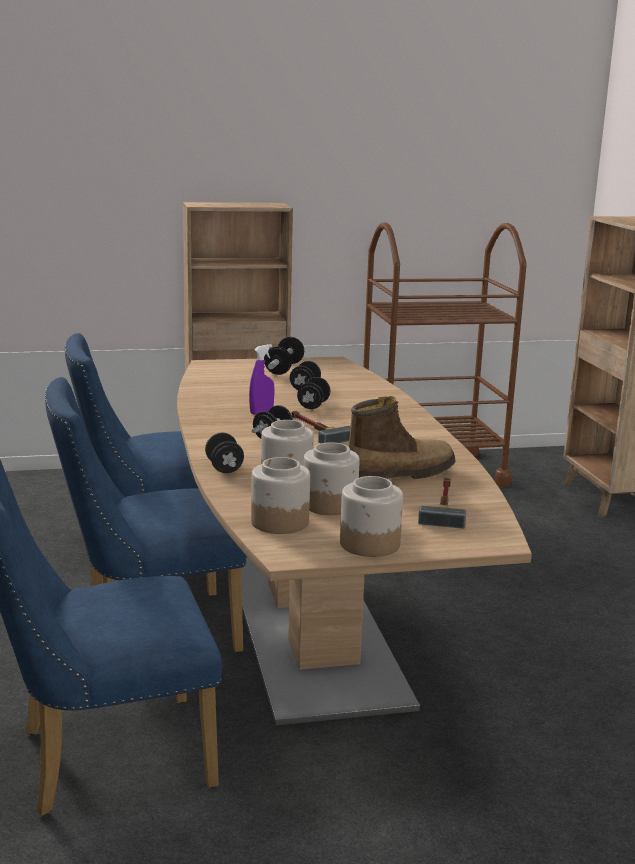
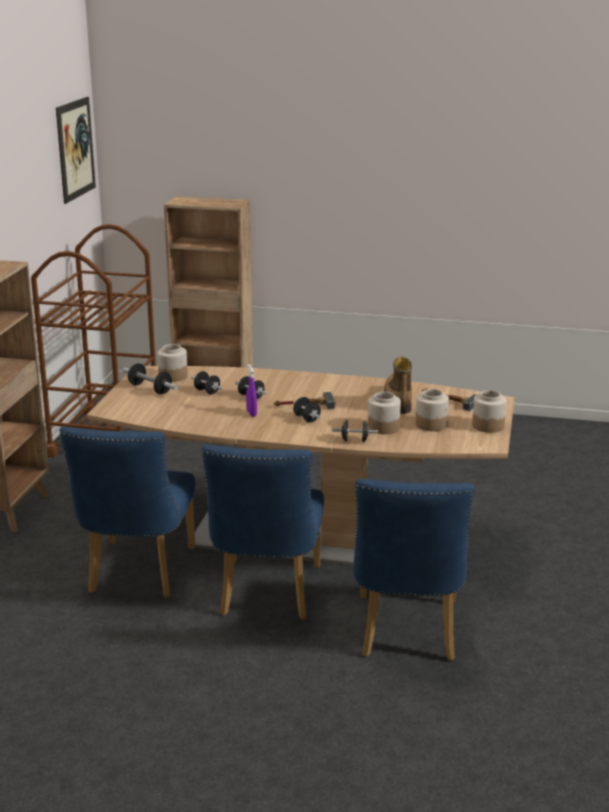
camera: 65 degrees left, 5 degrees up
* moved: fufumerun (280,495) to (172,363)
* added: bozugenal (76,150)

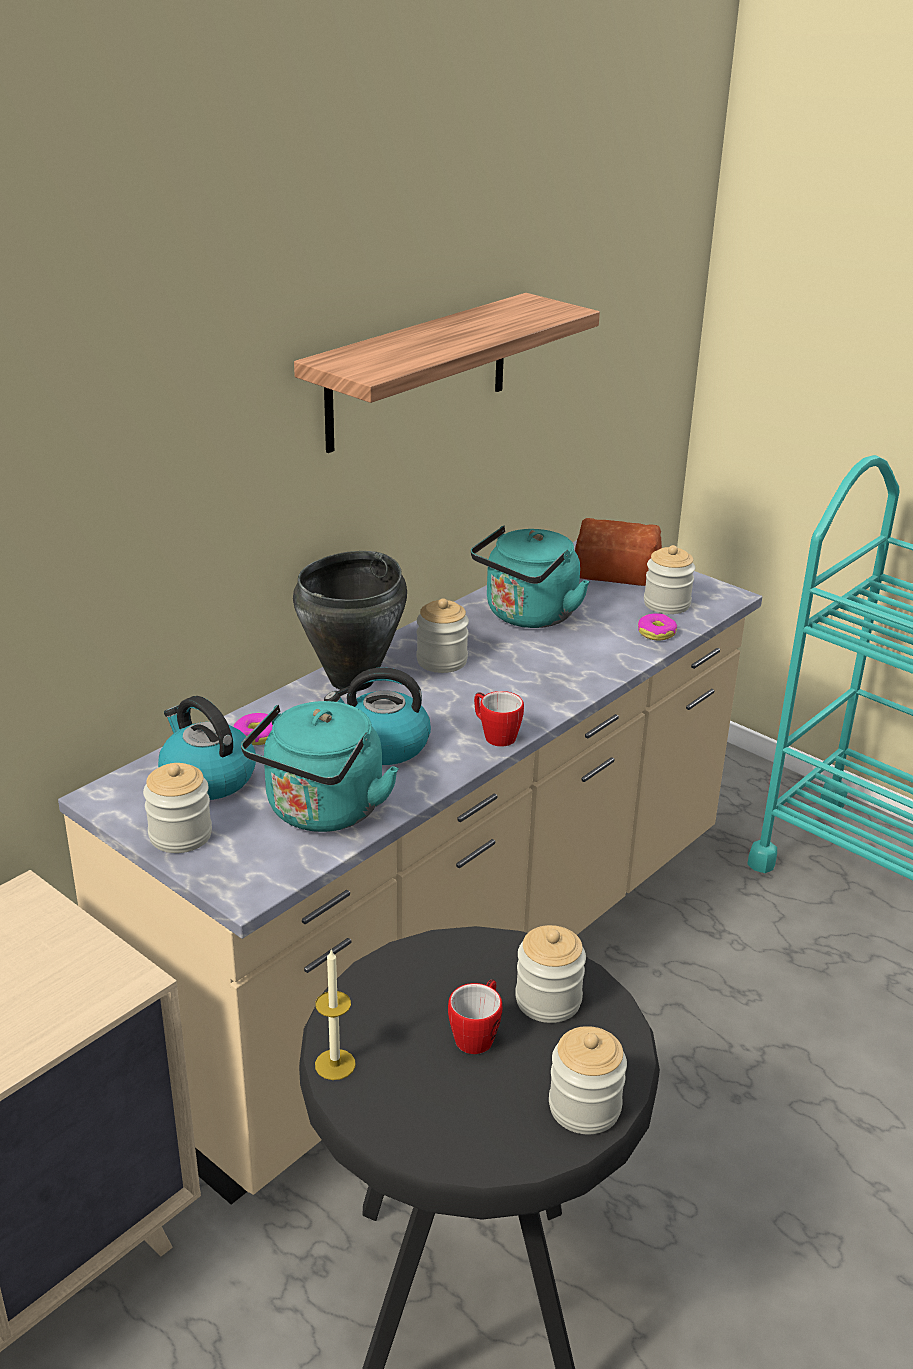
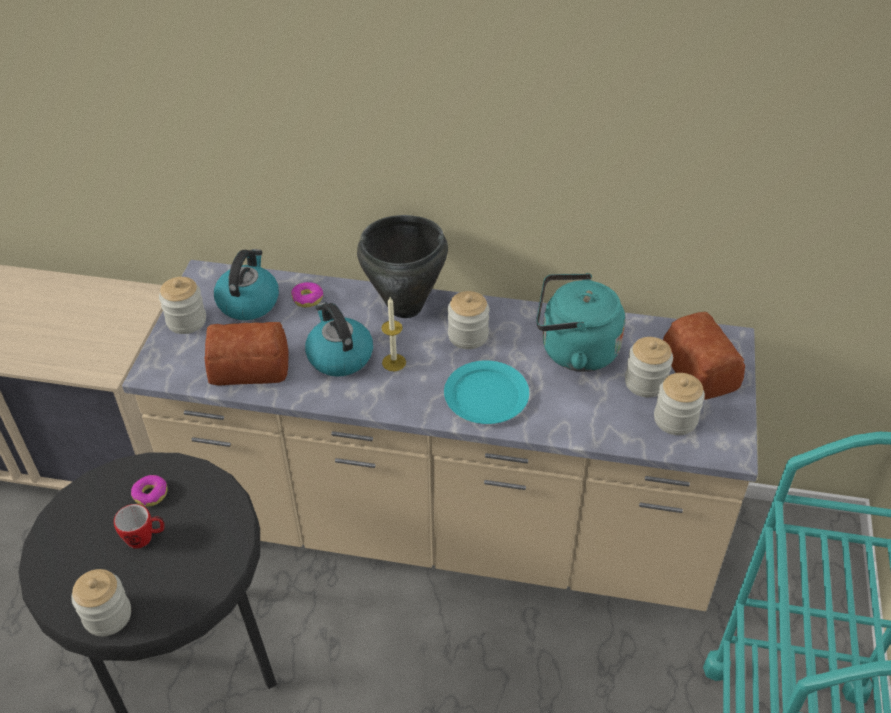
camera: 60 degrees right, 15 degrees up
* replaced: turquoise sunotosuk (320,766) to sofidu (246,354)
* removed: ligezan (447,373)
* moved: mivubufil (335,1014) to (393,334)
* removed: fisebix (499,719)
* moved: fufumerun (550,974) to (649,367)
* moved: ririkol (657,627) to (149,490)
* added: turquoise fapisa (486,392)

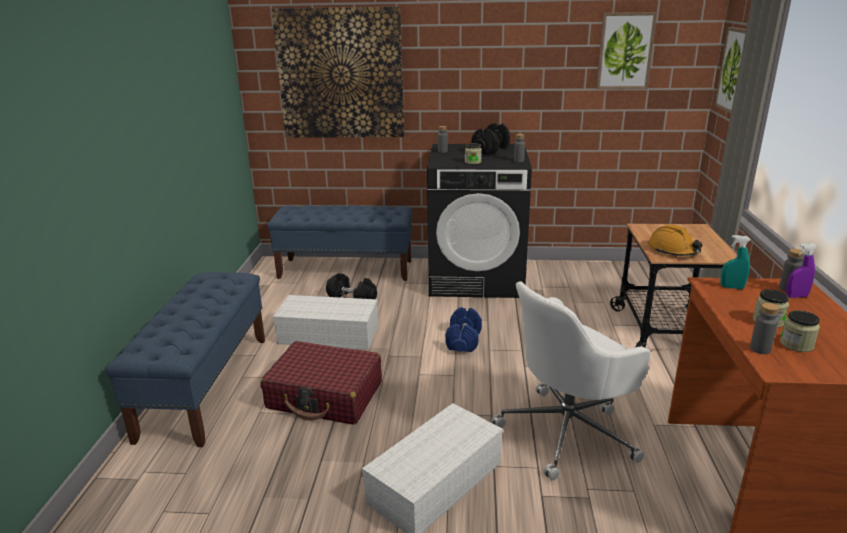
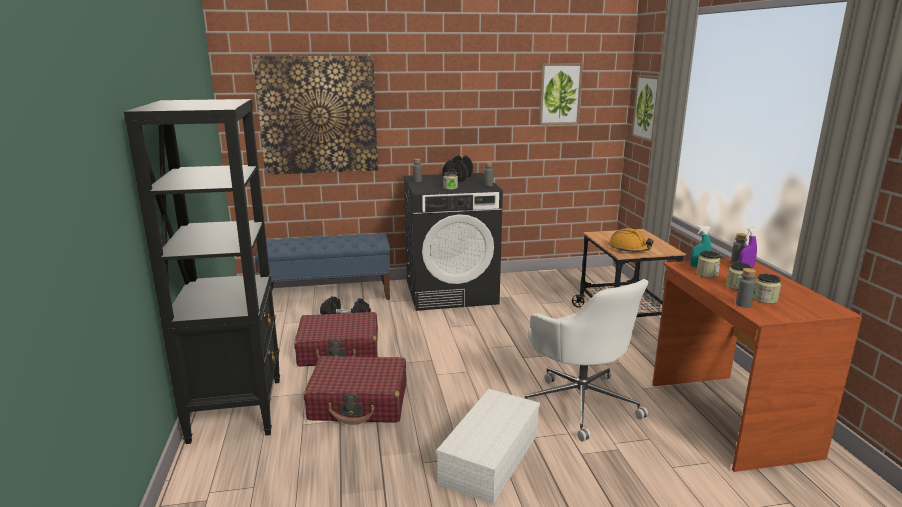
camera: 15 degrees left, 5 degrees down
* replaced: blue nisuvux (185,359) to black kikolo (202,271)
* replaced: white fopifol (325,322) to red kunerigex (336,339)
* removed: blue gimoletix (463,329)
* turned: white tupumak (571,380) = (587,360) 75 degrees counterclockwise
* added: fufumerun (708,264)

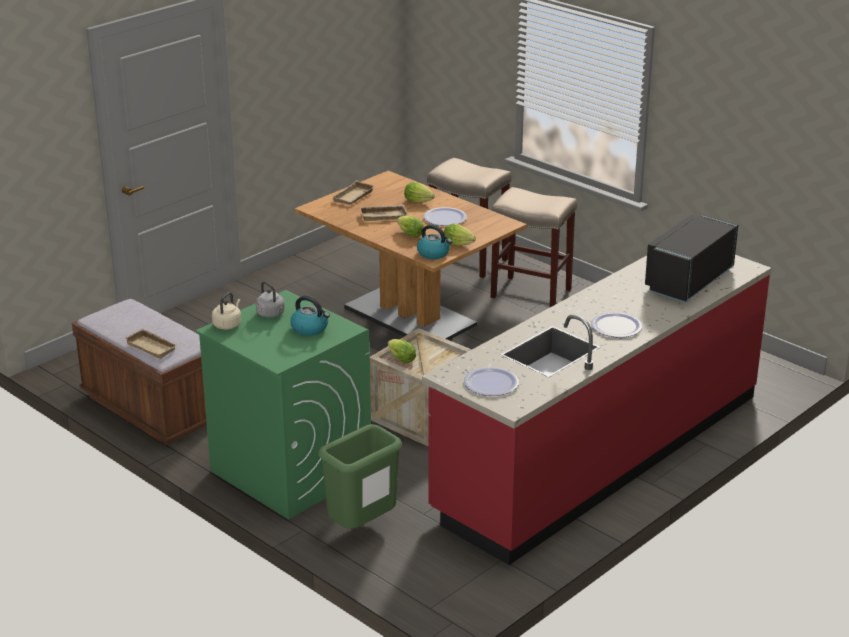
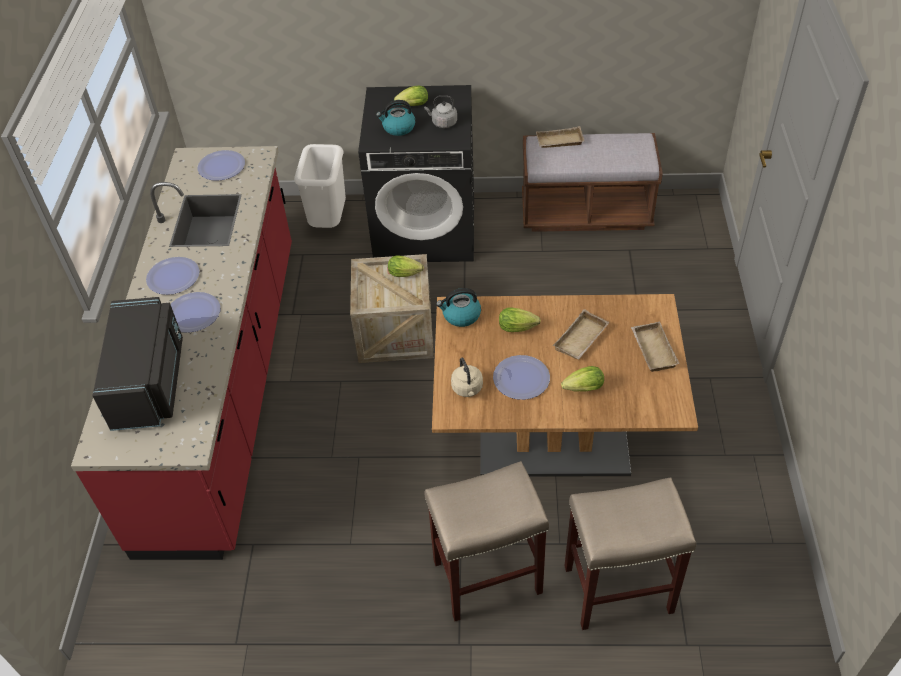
camera: 140 degrees right, 20 degrees up
* recoloured: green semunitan (283,404) to black semunitan (416,173)
* moved: beige sunotosuk (226,311) to (467,377)
* recoloured: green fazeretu (360,476) to white fazeretu (320,186)
* moved: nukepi (460,235) to (411,96)
* added: fapisa (195,312)

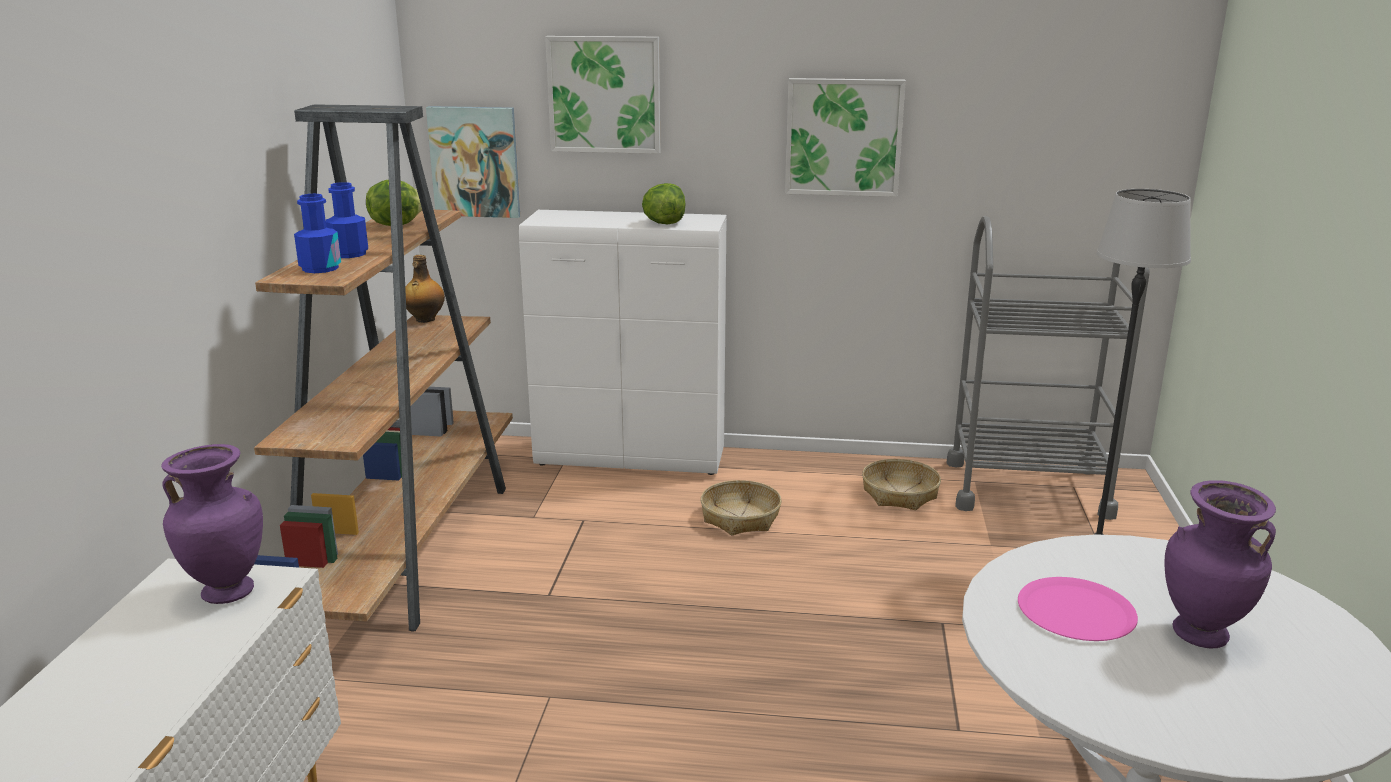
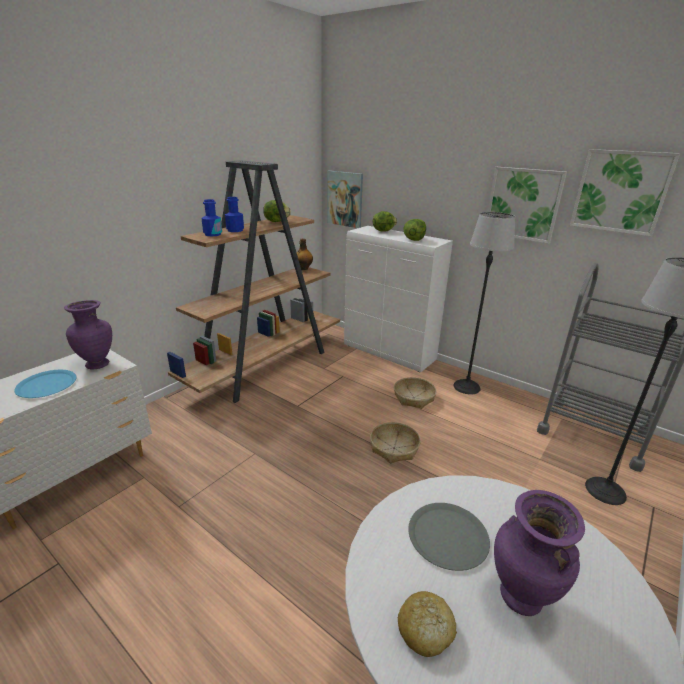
camera: 30 degrees right, 5 degrees up
* moved: bozugenal (602,95) to (625,193)
* moved: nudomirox (901,484) to (395,442)
* recoloured: pink fapisa (1078,609) to grey fapisa (449,537)
* added: blue fapisa (45,384)
* added: nukepi (385,221)
* added: sofidu (427,624)
* added: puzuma (484,303)

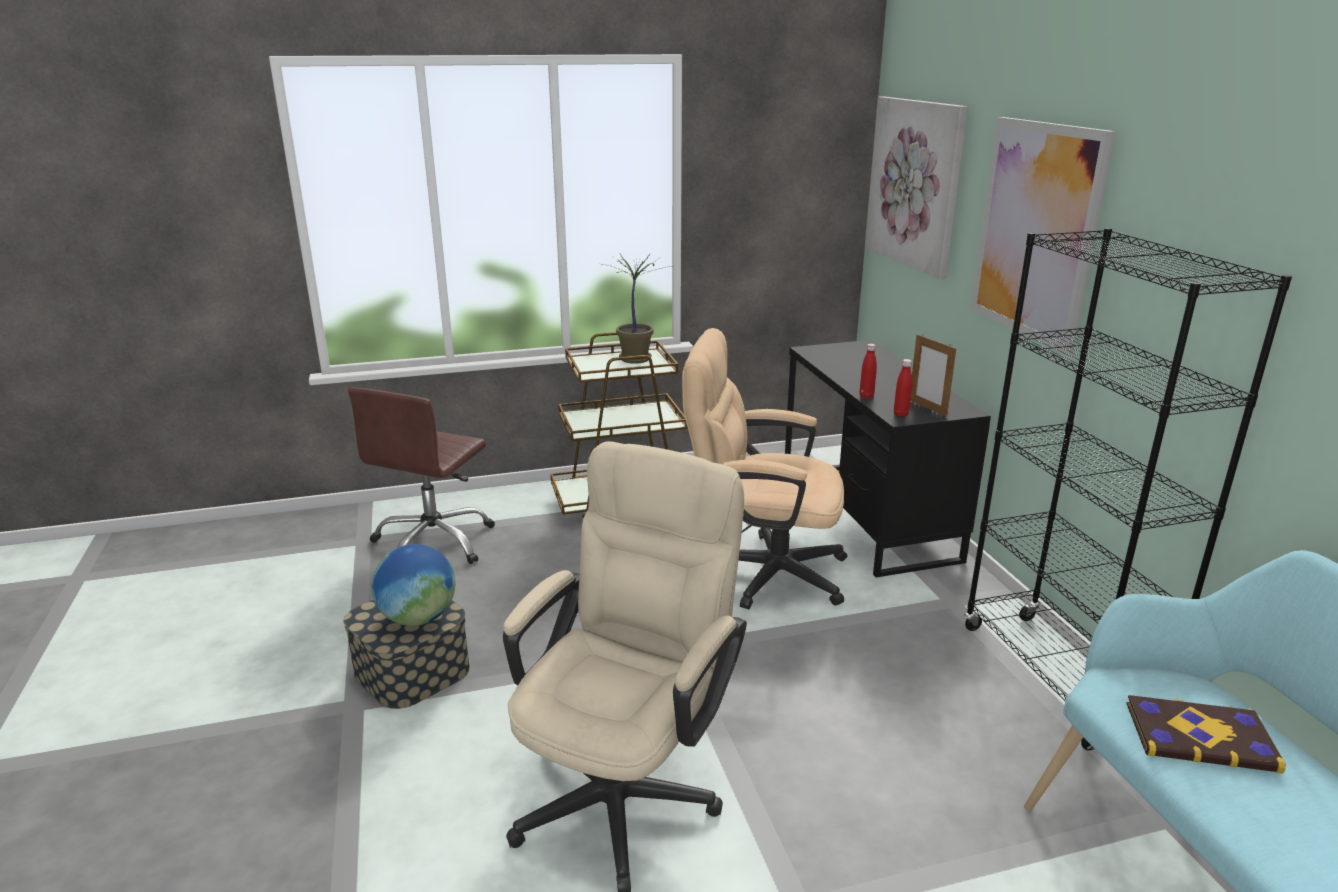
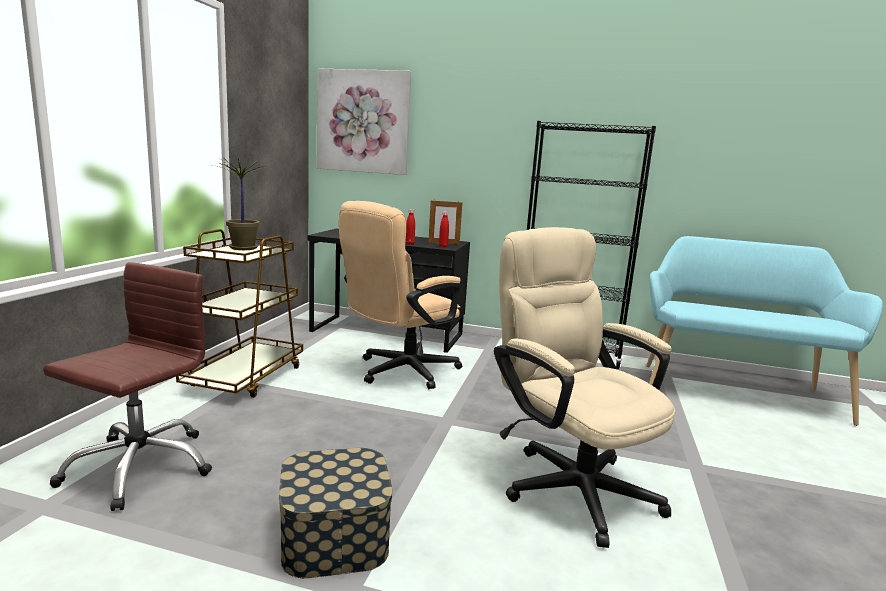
camera: 60 degrees left, 10 degrees down
* turned: brown tupumak (421,475) = (127,386) 120 degrees counterclockwise
* removed: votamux (413,585)
* removed: bozugenal (1043,235)
* removed: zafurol (1206,734)

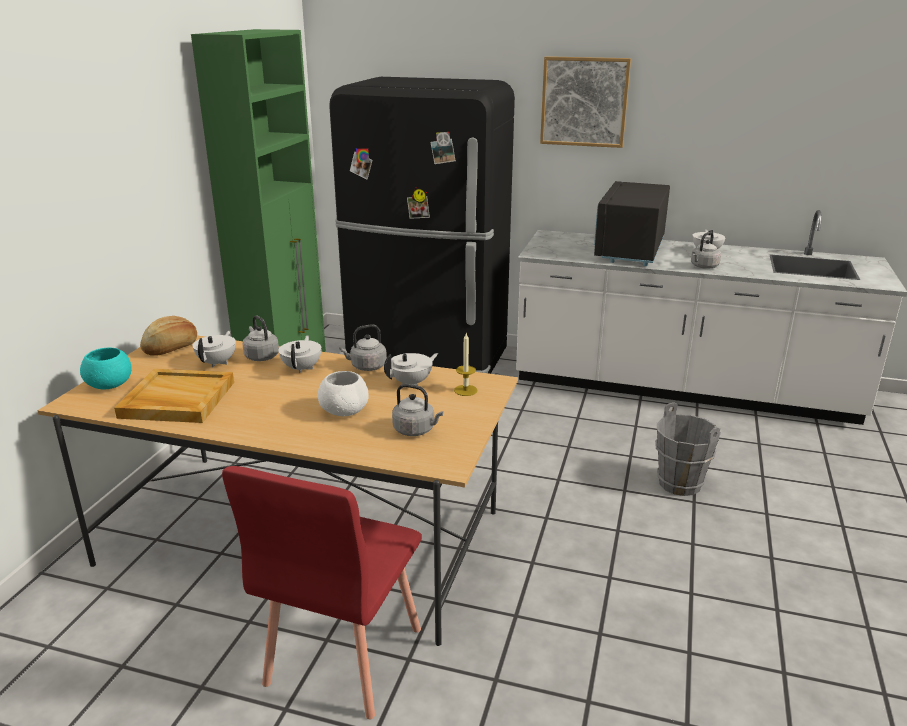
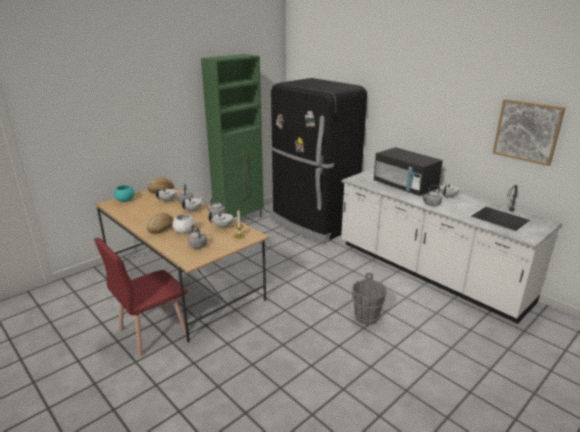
camera: 30 degrees right, 0 degrees up
* removed: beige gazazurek (174,396)
* moved: bozugenal (585,102) to (529,132)
* turned: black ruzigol (632,223) = (408,171) 90 degrees counterclockwise
* added: sofidu (160,223)

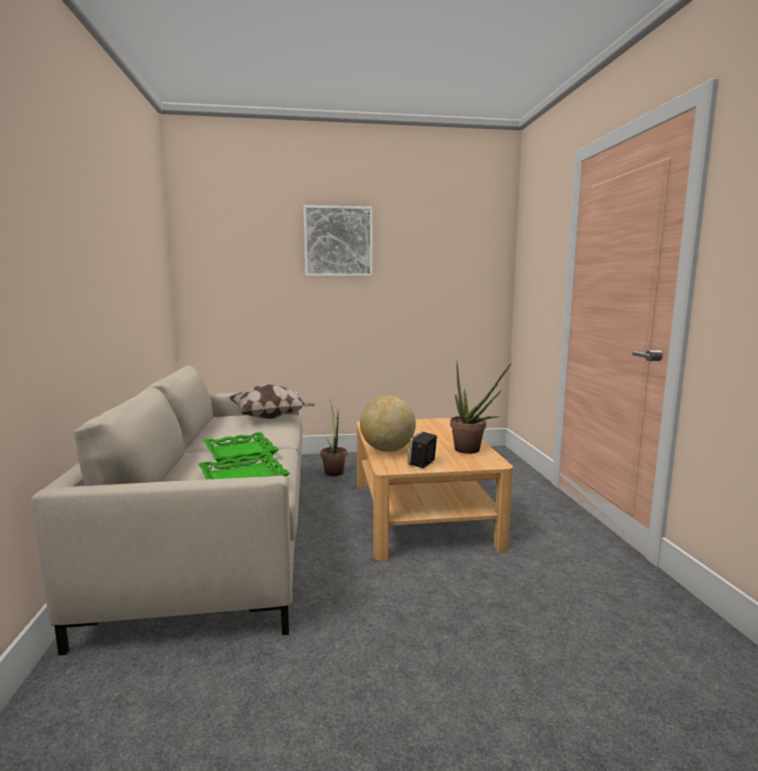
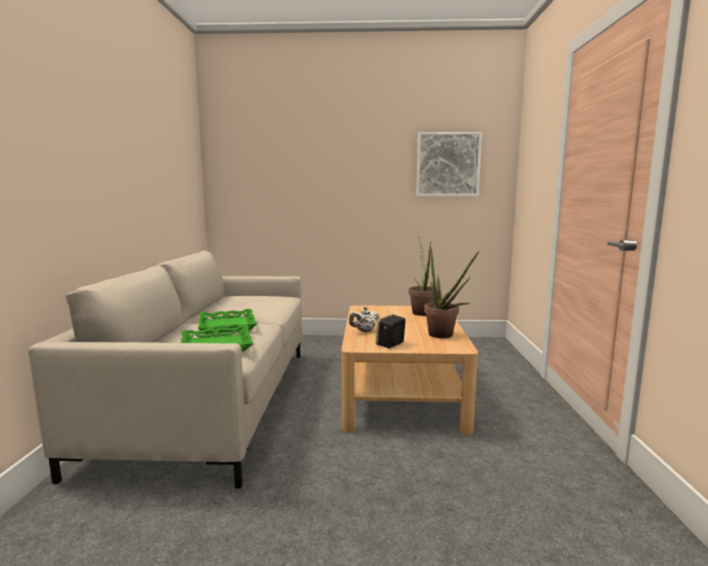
camera: 10 degrees right, 0 degrees up
* removed: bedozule (272,401)
* moved: bozugenal (338,241) to (449,164)
* moved: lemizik (334,438) to (421,276)
* replaced: votamux (388,424) to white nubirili (364,319)

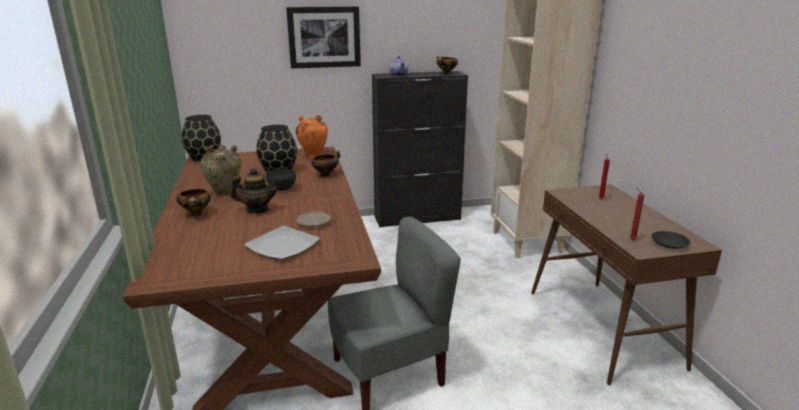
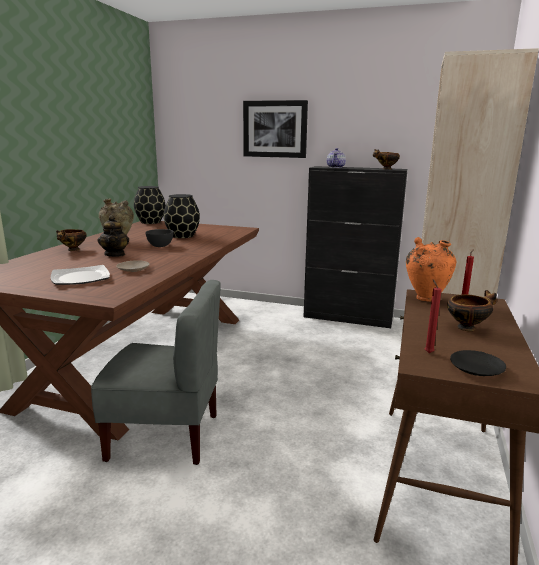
camera: 30 degrees right, 5 degrees down
* turned: nubirili (255,190) = (113,236) 45 degrees clockwise
* moved: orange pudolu (312,136) to (431,269)
* moved: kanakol (326,163) to (472,310)

